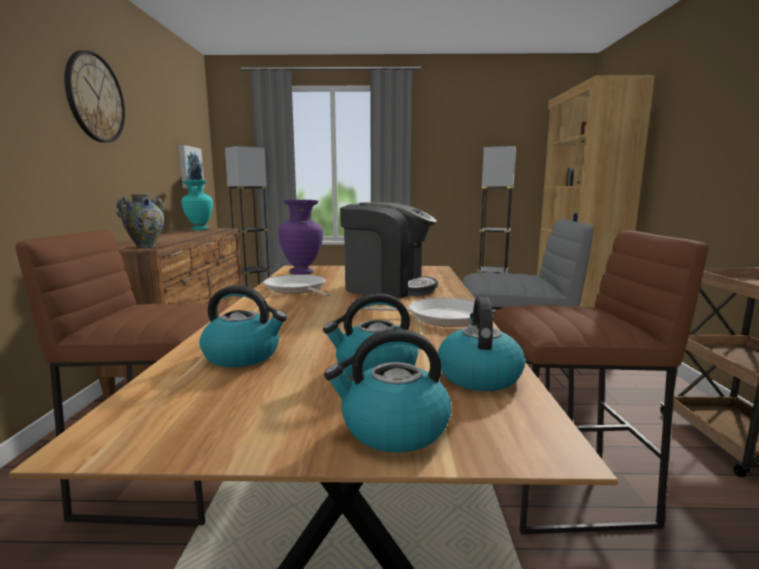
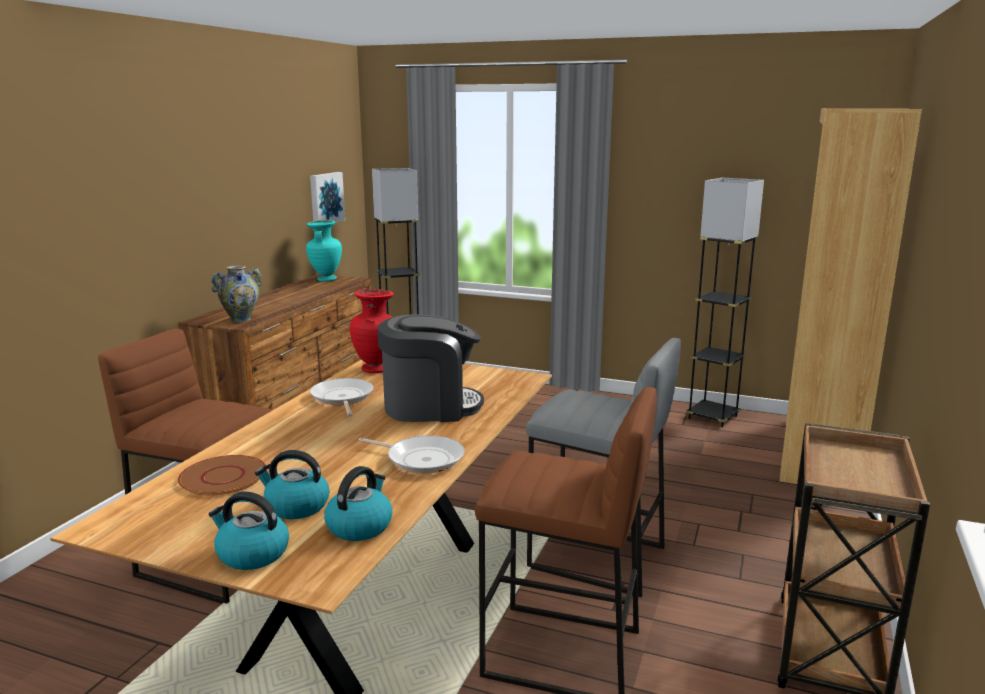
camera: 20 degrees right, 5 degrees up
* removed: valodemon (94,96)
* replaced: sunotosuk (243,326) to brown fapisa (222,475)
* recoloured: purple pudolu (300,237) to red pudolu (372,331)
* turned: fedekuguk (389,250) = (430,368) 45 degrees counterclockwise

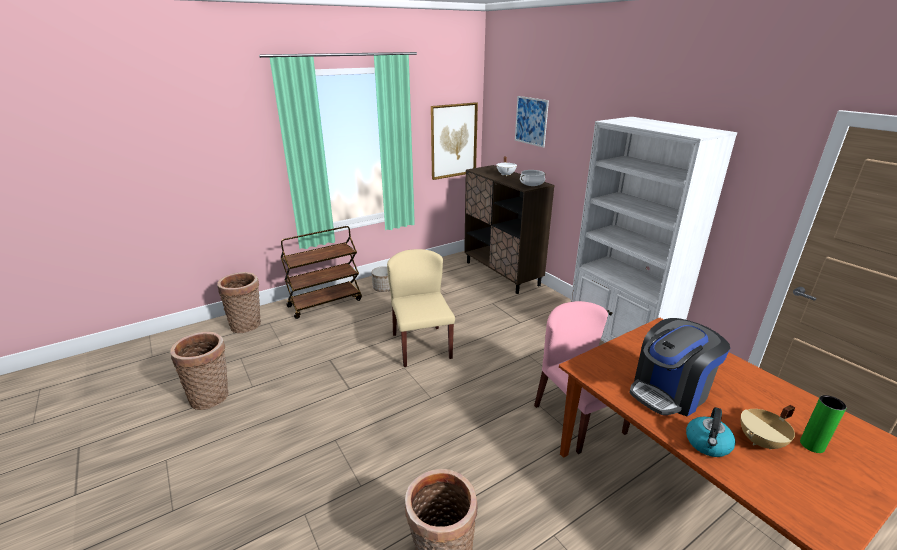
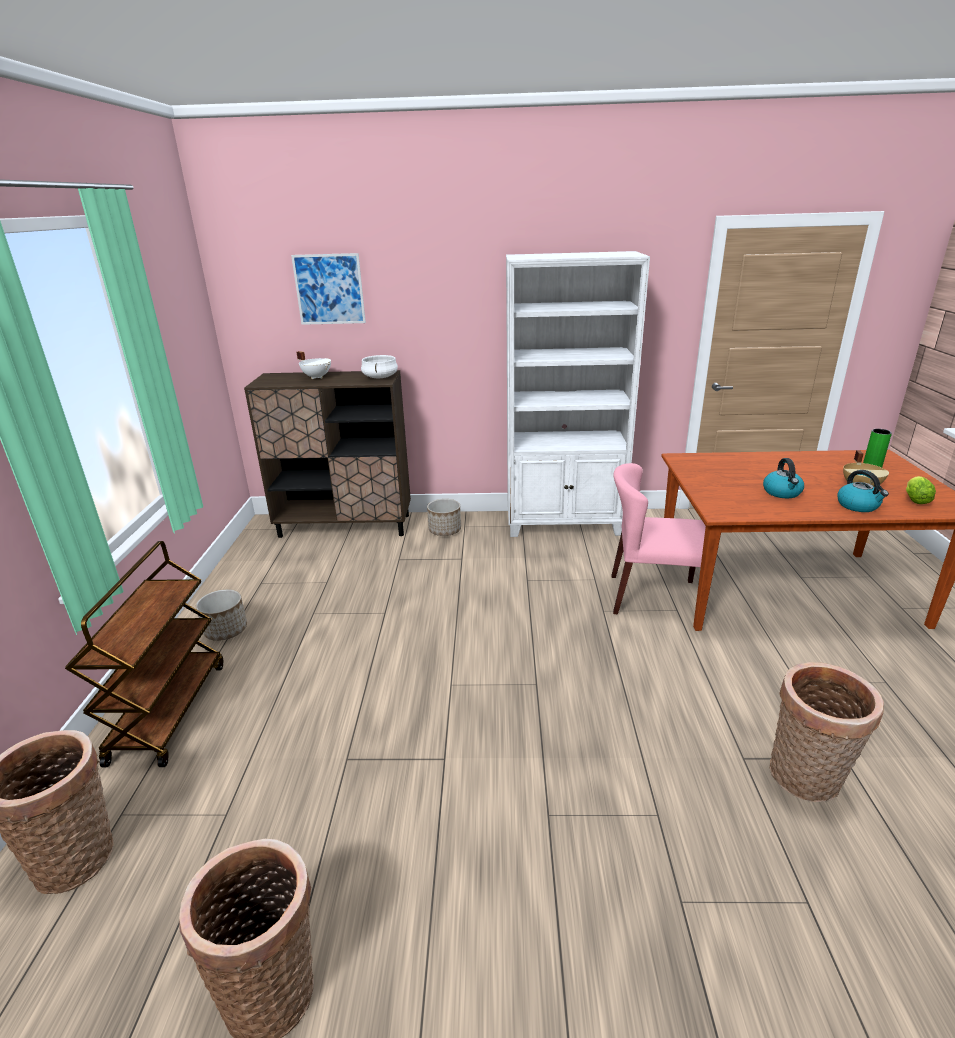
camera: 55 degrees left, 0 degrees up
* removed: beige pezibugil (421,308)
* removed: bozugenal (454,141)
* replaced: fedekuguk (679,367) to sunotosuk (783,478)
* added: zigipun (444,517)
* added: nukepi (921,490)

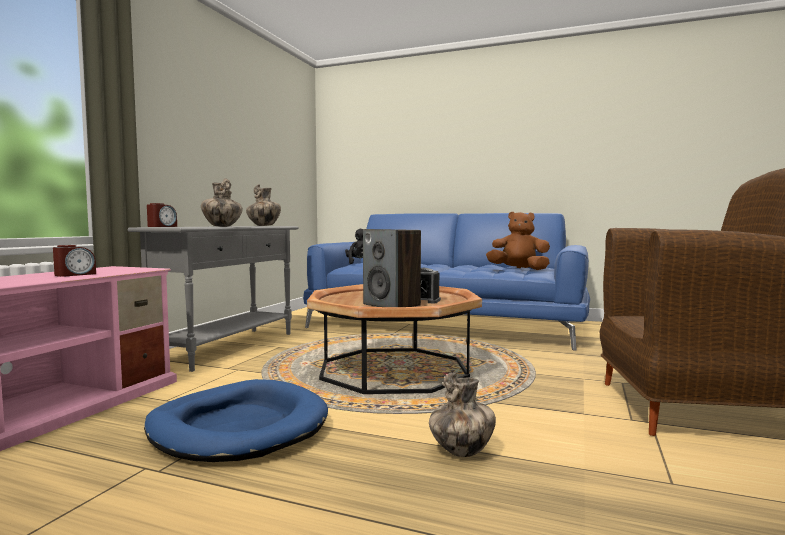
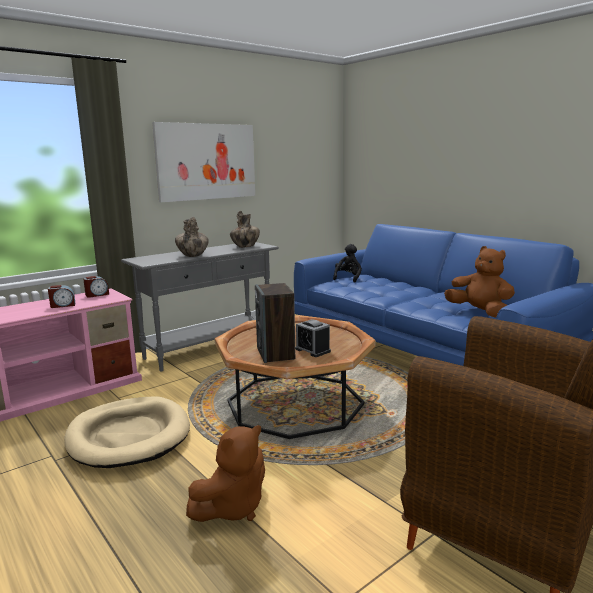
camera: 30 degrees right, 10 degrees up
* recoloured: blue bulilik (236,420) to beige bulilik (127,432)
* moved: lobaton (162,215) to (96,287)
* replaced: pudolu (462,414) to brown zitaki (225,473)
* added: bozugenal (203,162)

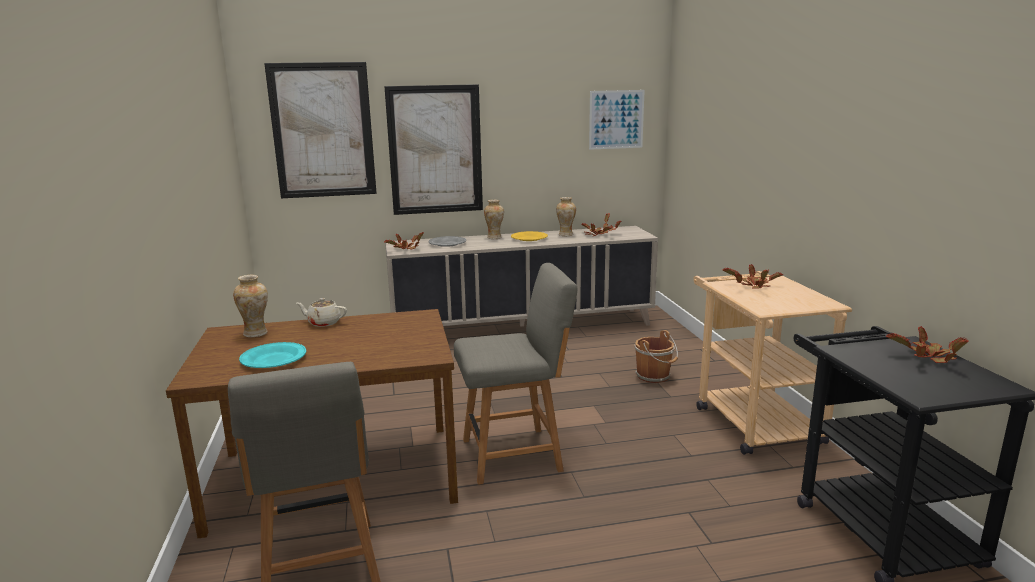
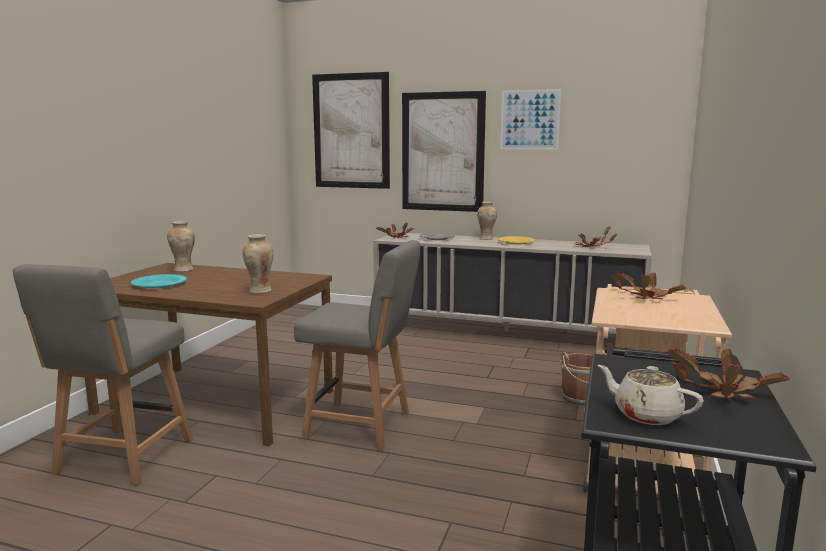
camera: 30 degrees right, 5 degrees down
* moved: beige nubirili (321,312) to (651,395)
* moved: pudolu (566,216) to (258,264)
* moved: bozugenal (617,120) to (530,119)

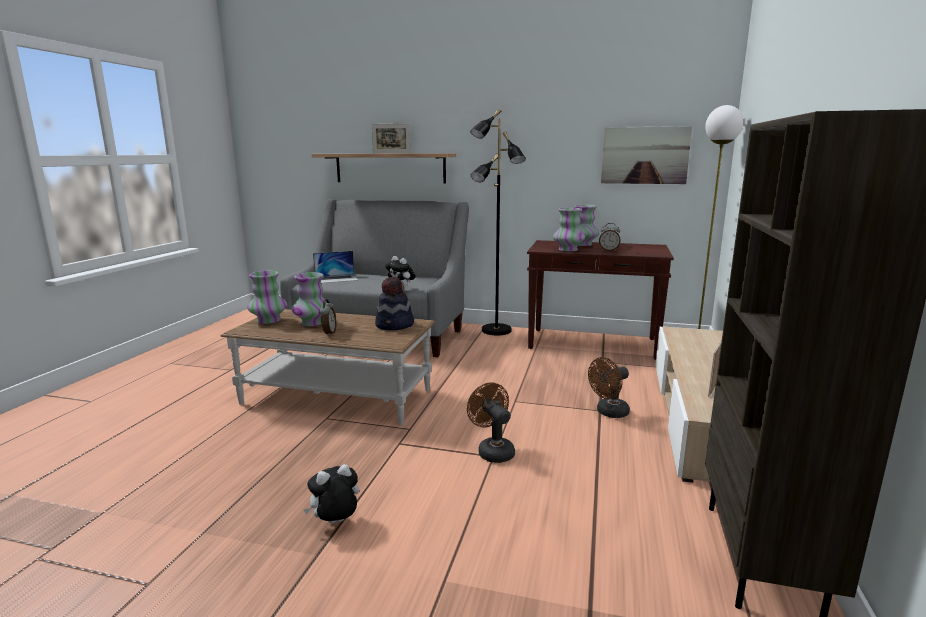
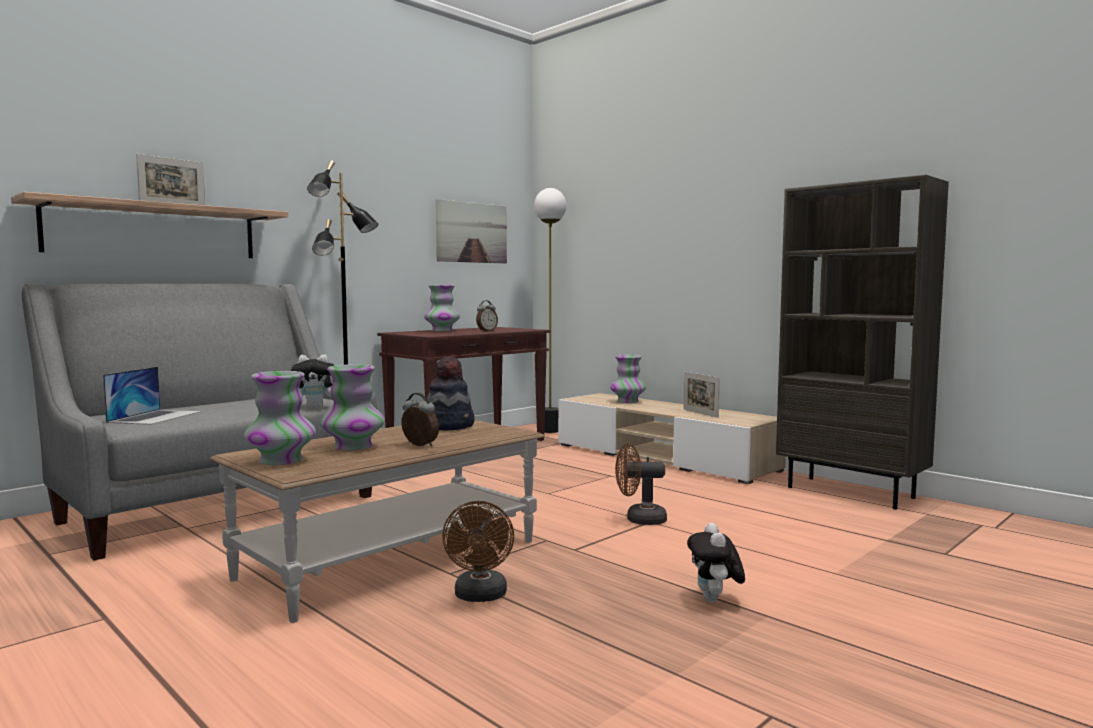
camera: 60 degrees left, 10 degrees down
* moved: pudolu (569,229) to (628,379)
* moved: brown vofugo (609,387) to (478,551)

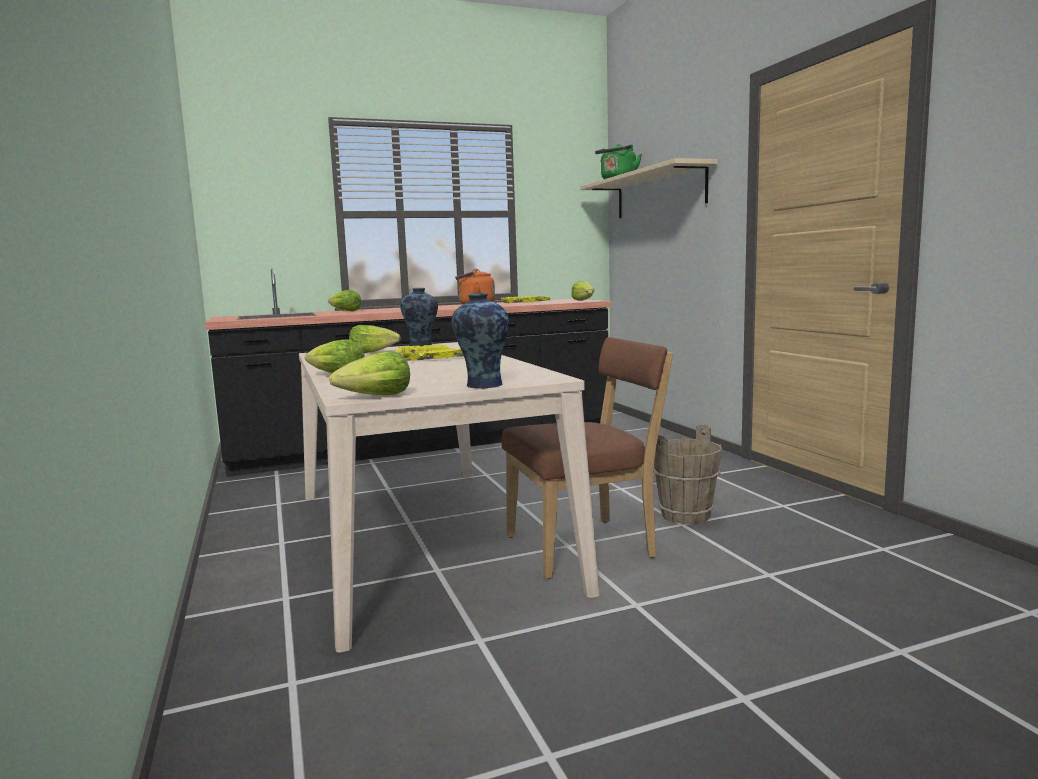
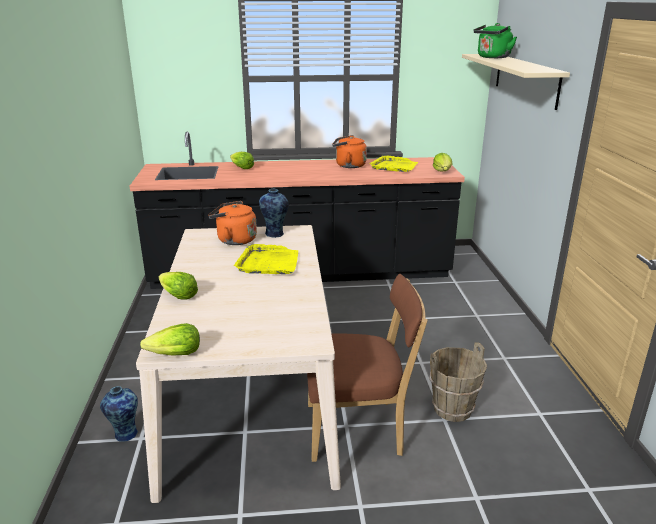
camera: 15 degrees right, 15 degrees up
* replaced: nukepi (375,339) to orange sunotosuk (232,223)
* moved: pudolu (480,341) to (119,414)

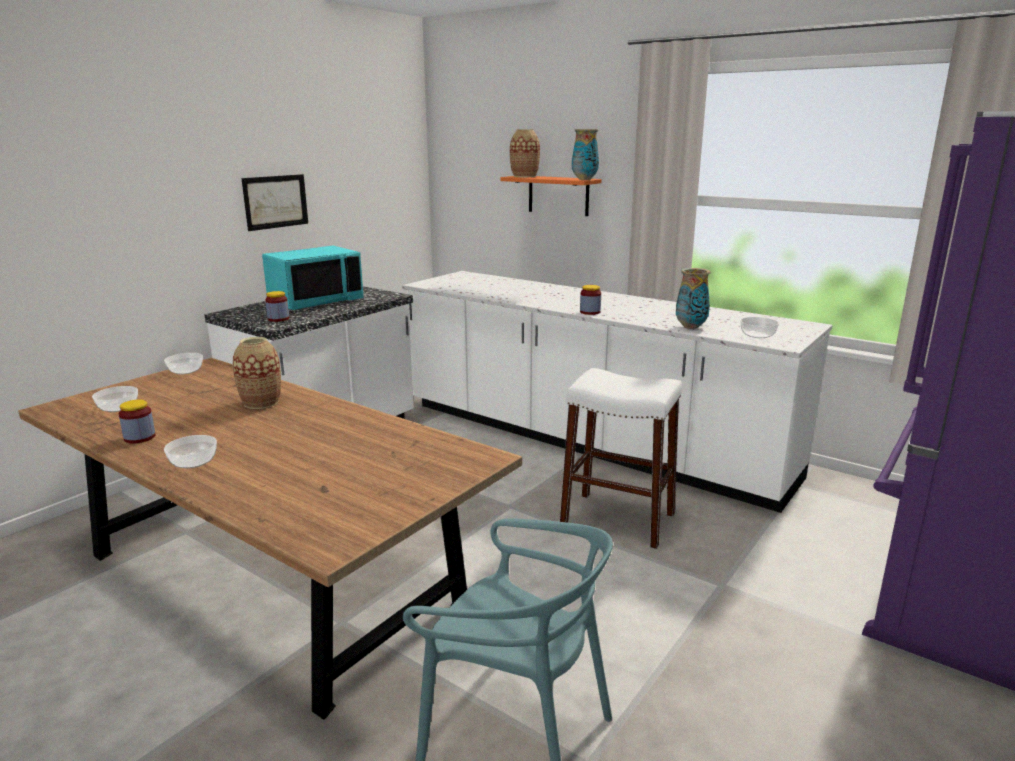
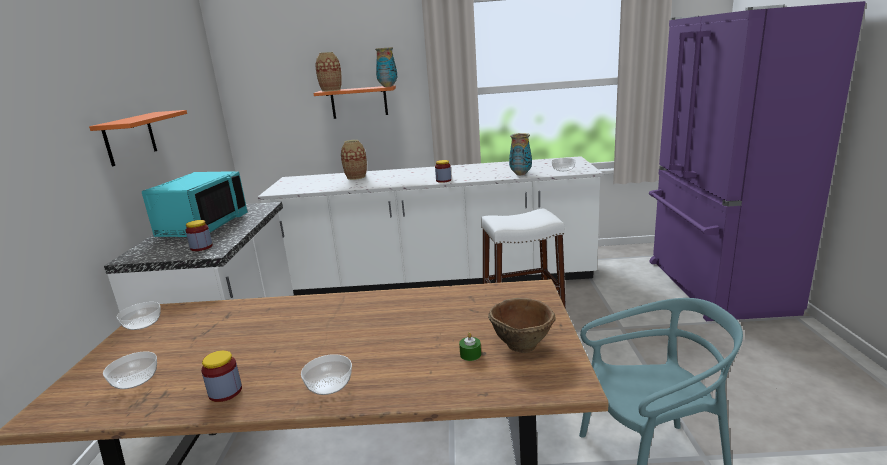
camera: 35 degrees left, 0 degrees up
* moved: pudolu (256,373) to (354,160)
* replaced: bozugenal (274,202) to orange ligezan (138,138)
* added: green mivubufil (470,346)
* added: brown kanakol (522,325)

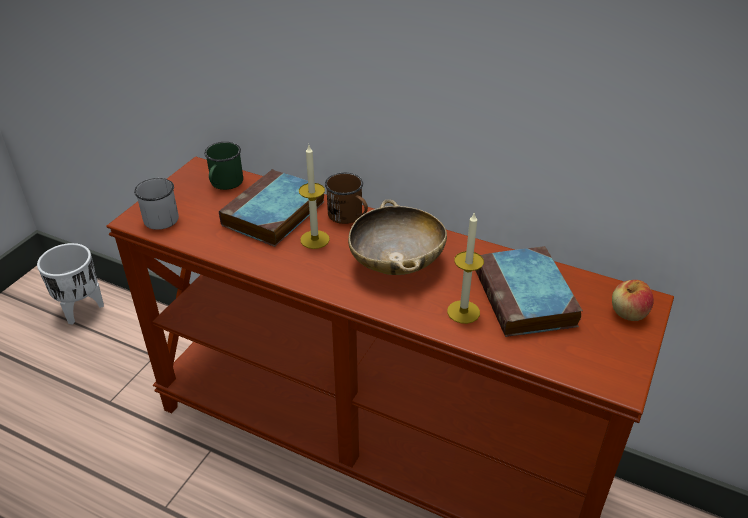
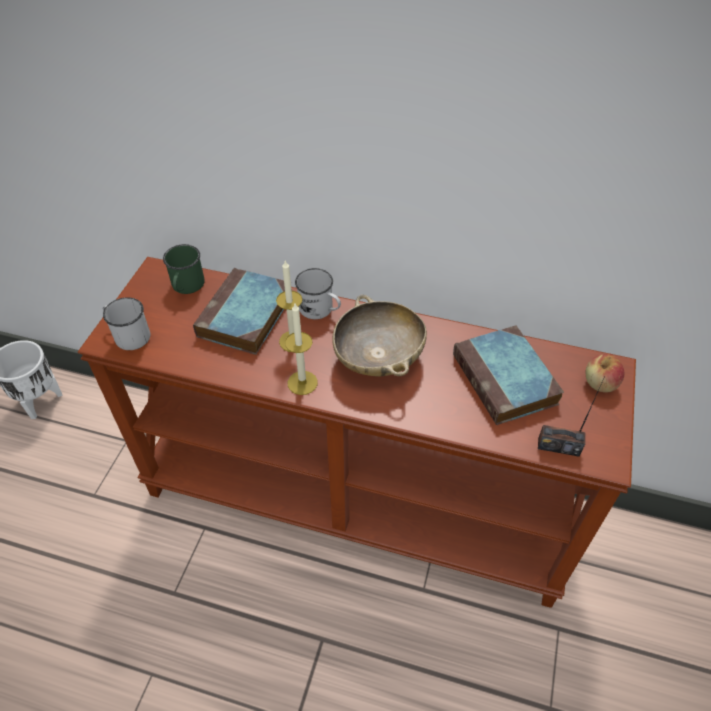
camera: 10 degrees left, 10 degrees up
* recoloured: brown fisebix (346,198) to white fisebix (318,293)
* moved: mivubufil (465,268) to (301,349)
* added: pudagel (571,416)

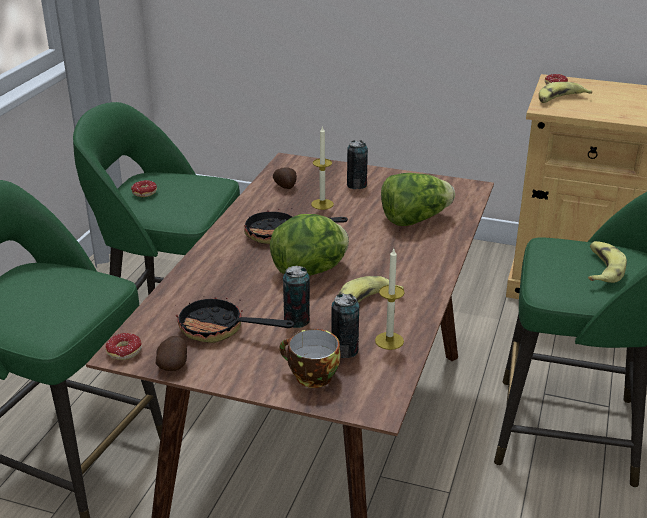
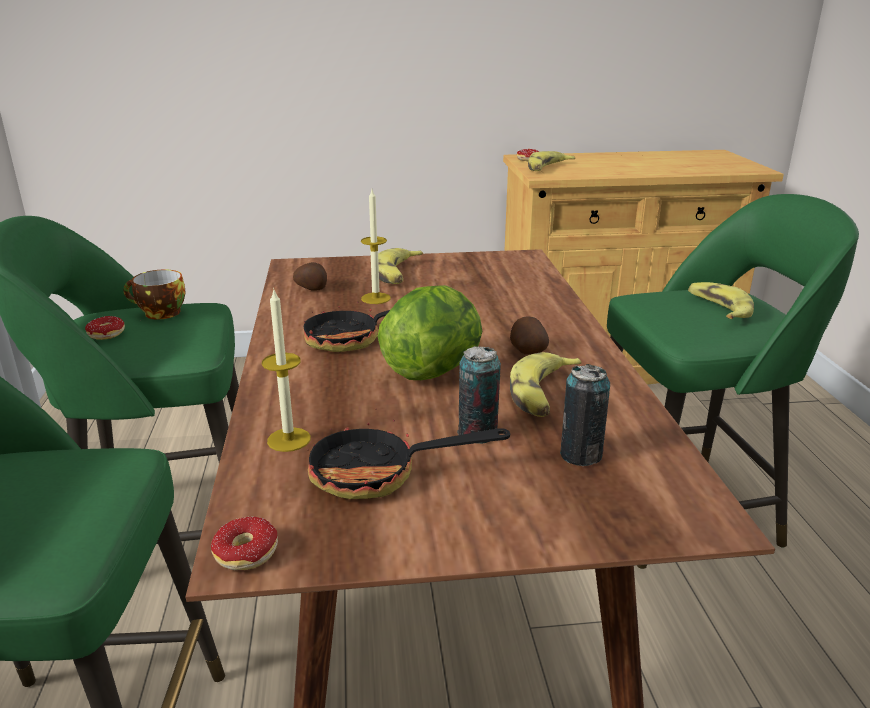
camera: 25 degrees left, 5 degrees down
* moved: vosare (171,353) to (529,335)
* moved: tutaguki (310,358) to (155,294)
* replaced: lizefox (357,164) to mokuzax (400,266)
* moved: mivubufil (390,299) to (286,370)
* removed: nukepi (418,199)

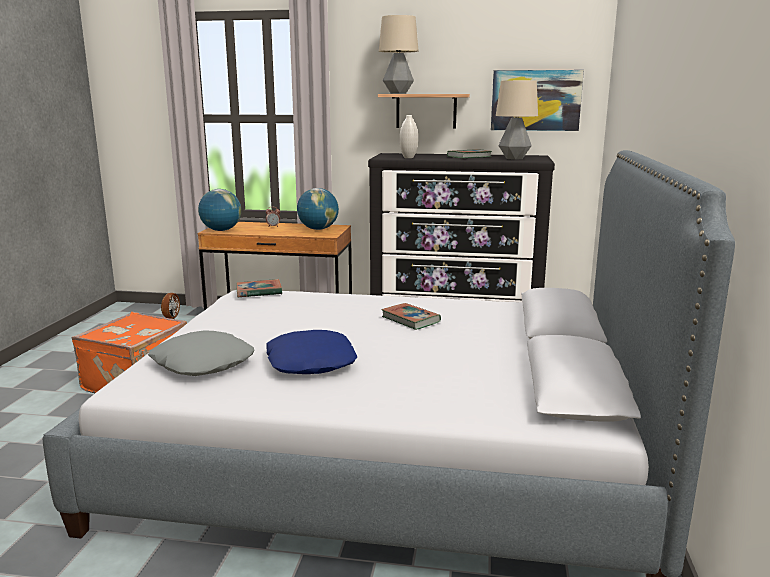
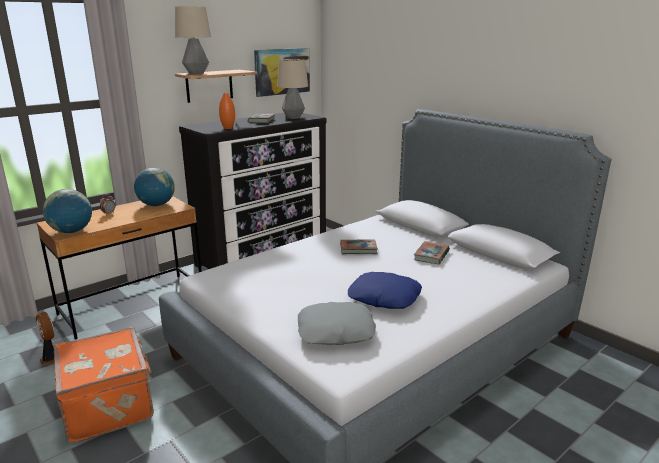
camera: 50 degrees left, 5 degrees up
* moved: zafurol (259,288) to (432,252)
* recoloured: white pudolu (408,136) to orange pudolu (227,111)

